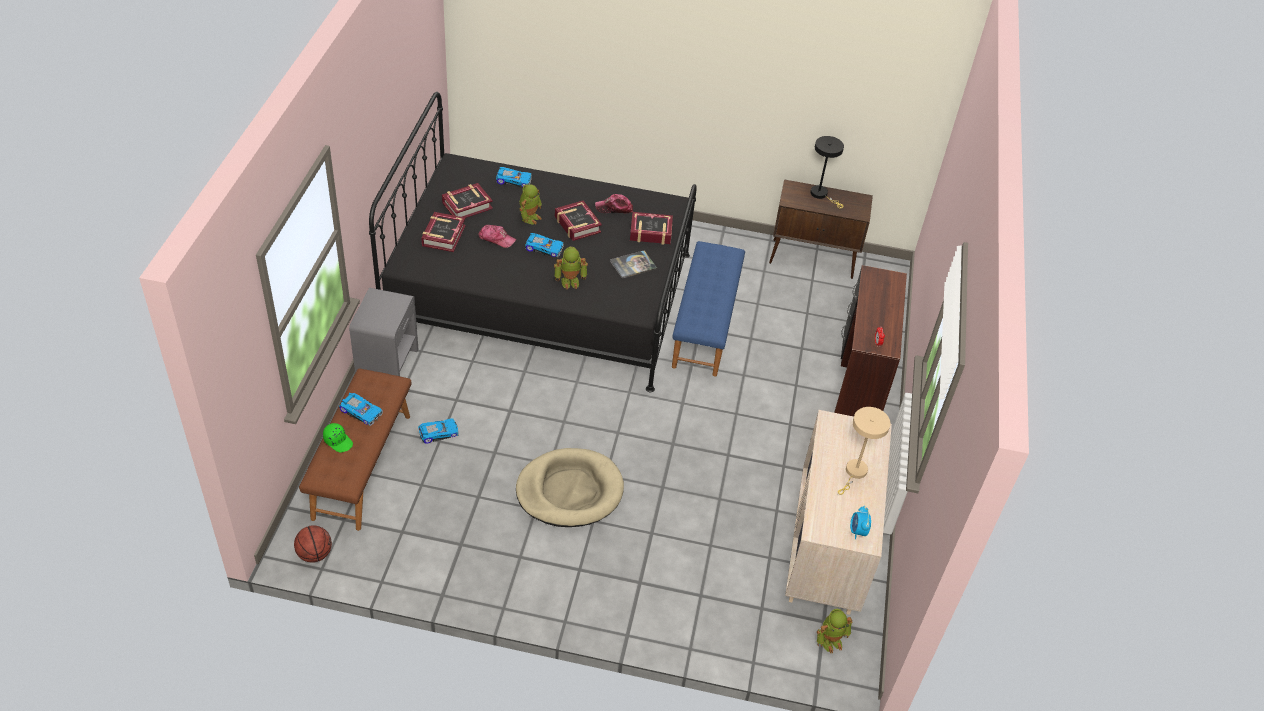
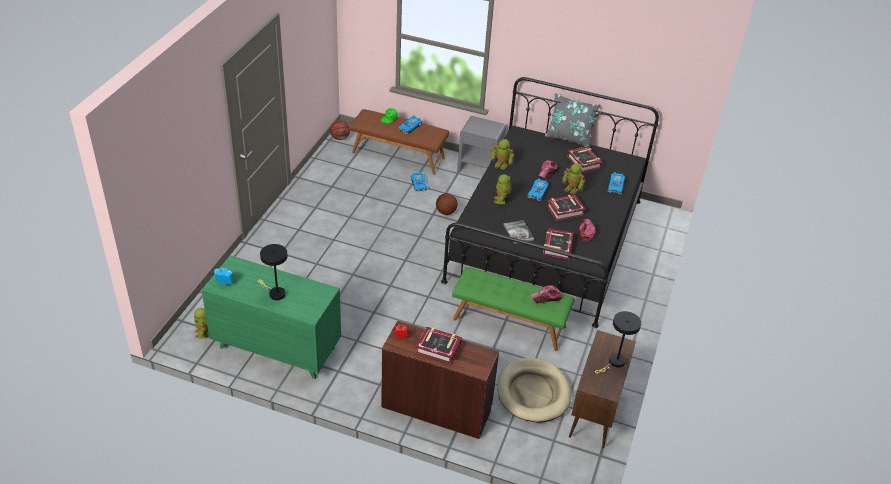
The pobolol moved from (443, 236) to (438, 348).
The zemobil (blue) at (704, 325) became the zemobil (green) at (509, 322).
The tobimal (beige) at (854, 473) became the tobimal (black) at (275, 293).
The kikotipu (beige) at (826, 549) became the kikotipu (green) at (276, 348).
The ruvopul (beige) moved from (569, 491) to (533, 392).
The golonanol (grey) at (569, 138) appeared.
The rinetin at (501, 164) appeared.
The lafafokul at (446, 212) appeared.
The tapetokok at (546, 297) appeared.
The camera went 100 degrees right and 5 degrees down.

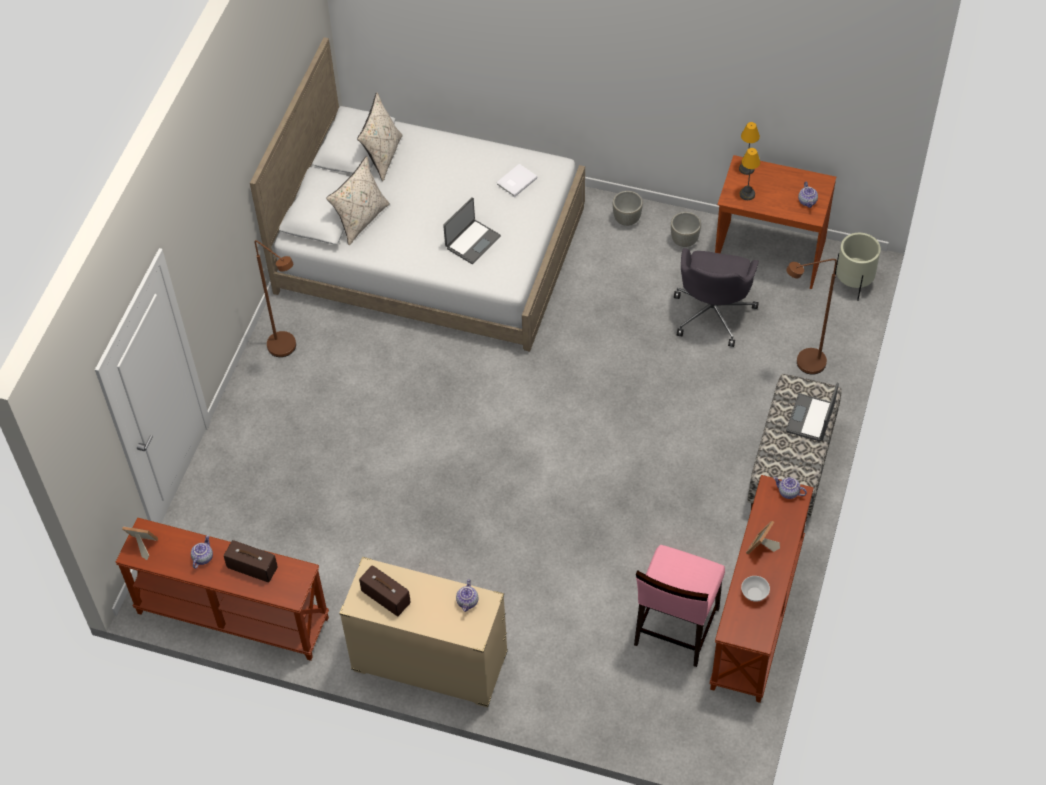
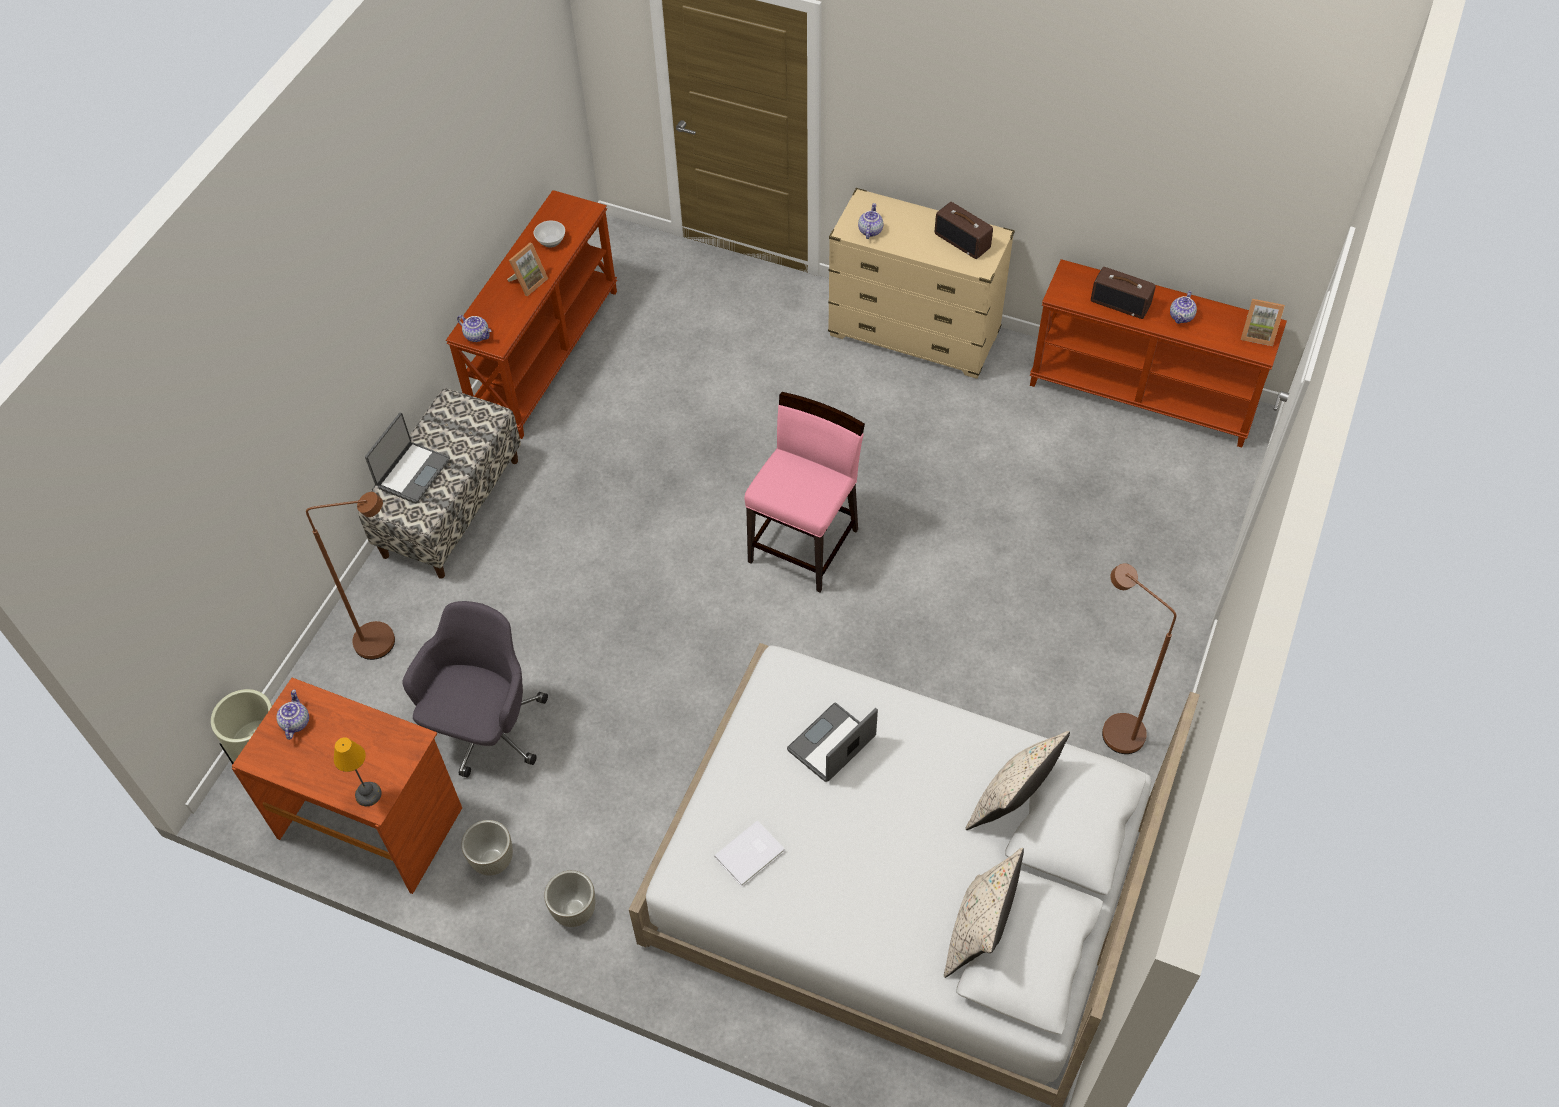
The tobimal at (747, 194) disappeared.
The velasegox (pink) moved from (675, 627) to (804, 545).
The camera went 175 degrees left and 0 degrees up.

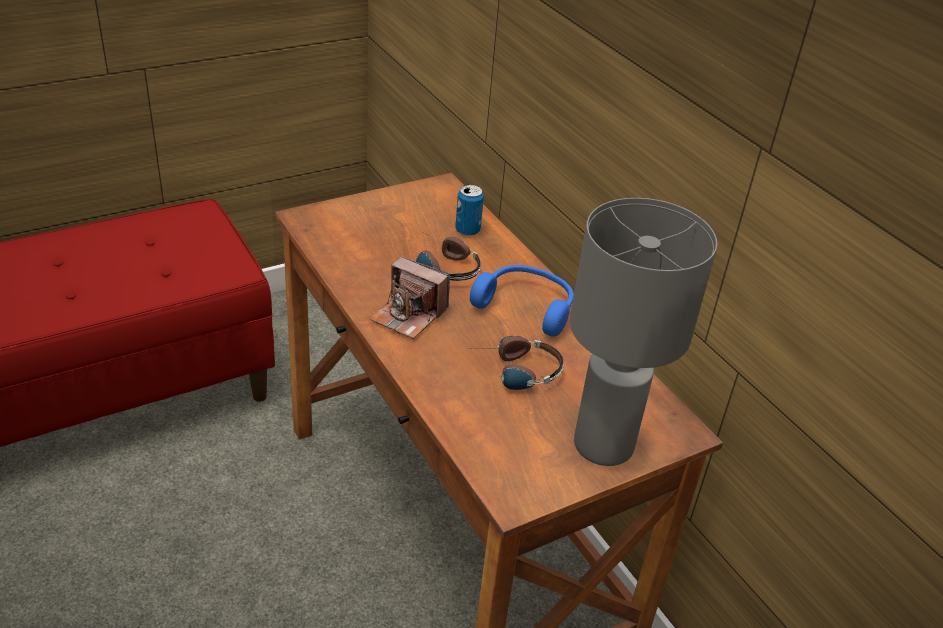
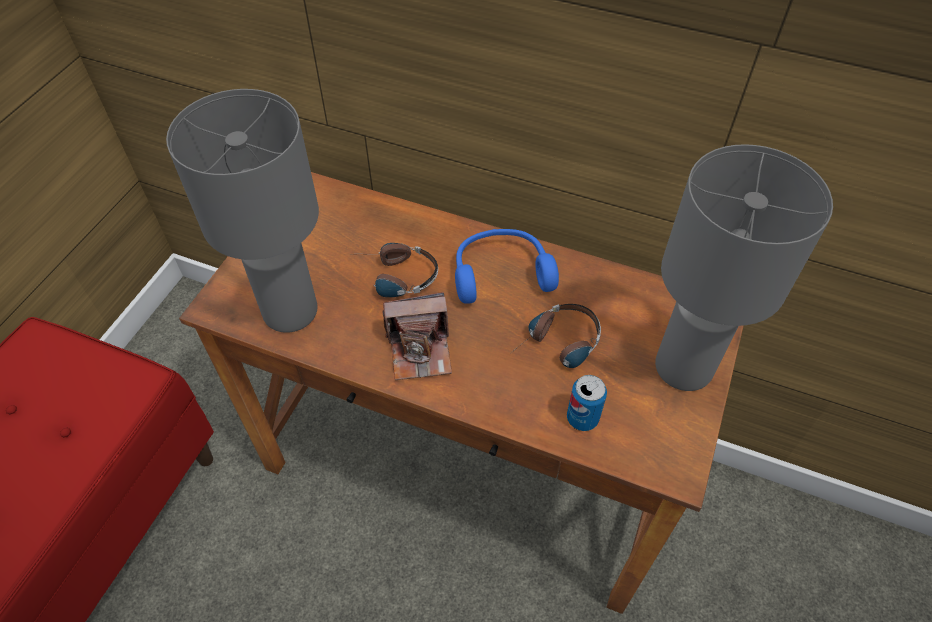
The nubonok moved from (467, 230) to (582, 418).
The tobimal (grey) at (292, 311) appeared.
The camera went 35 degrees left and 15 degrees up.

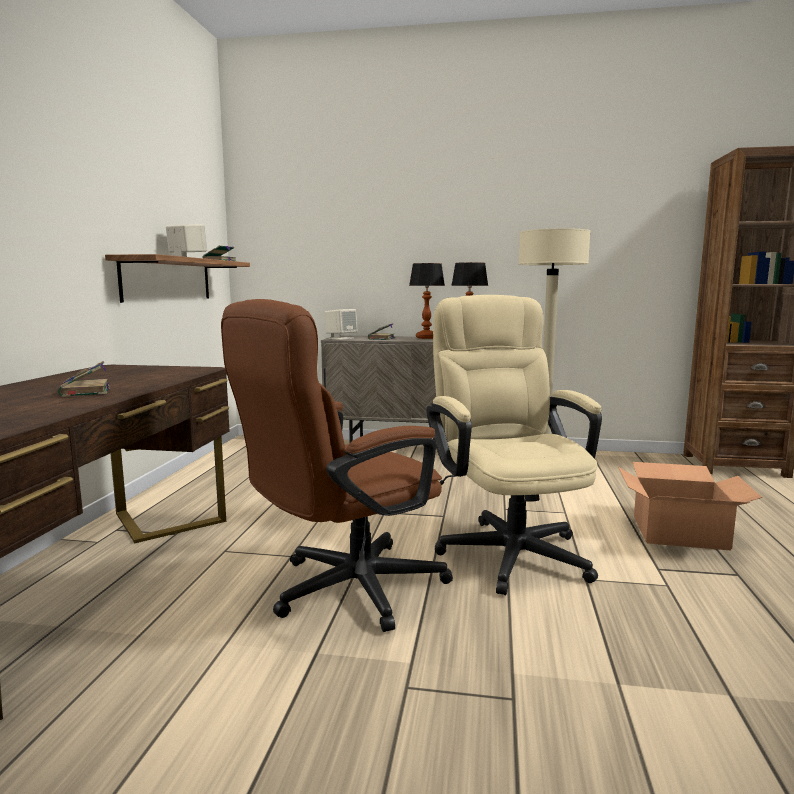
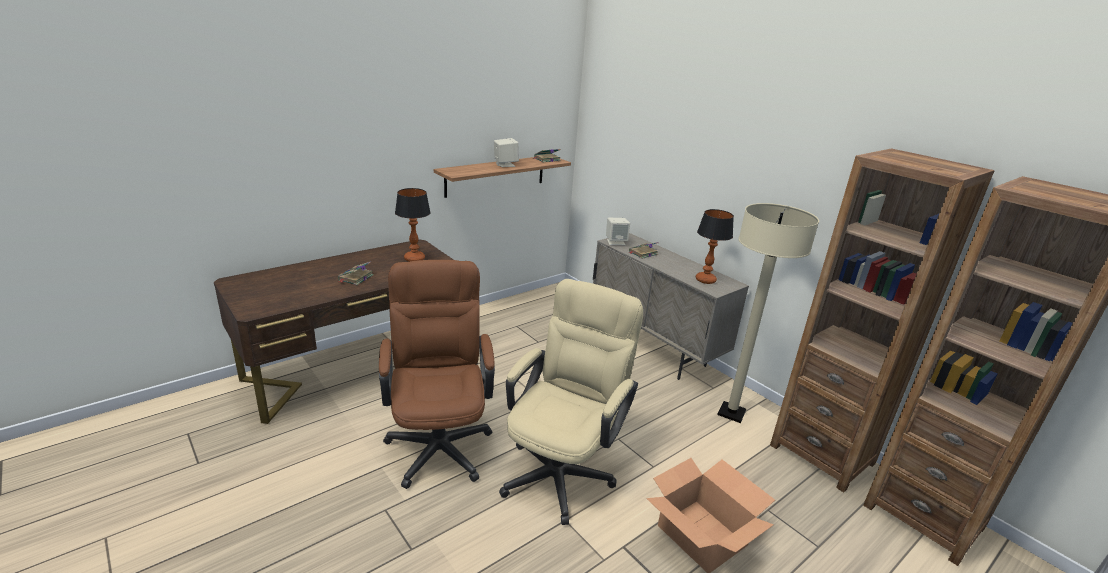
The tobimal moved from (426, 338) to (415, 259).
The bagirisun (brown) at (343, 591) turned 75 degrees clockwise.
The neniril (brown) at (822, 454) appeared.
The camera went 40 degrees right and 15 degrees up.

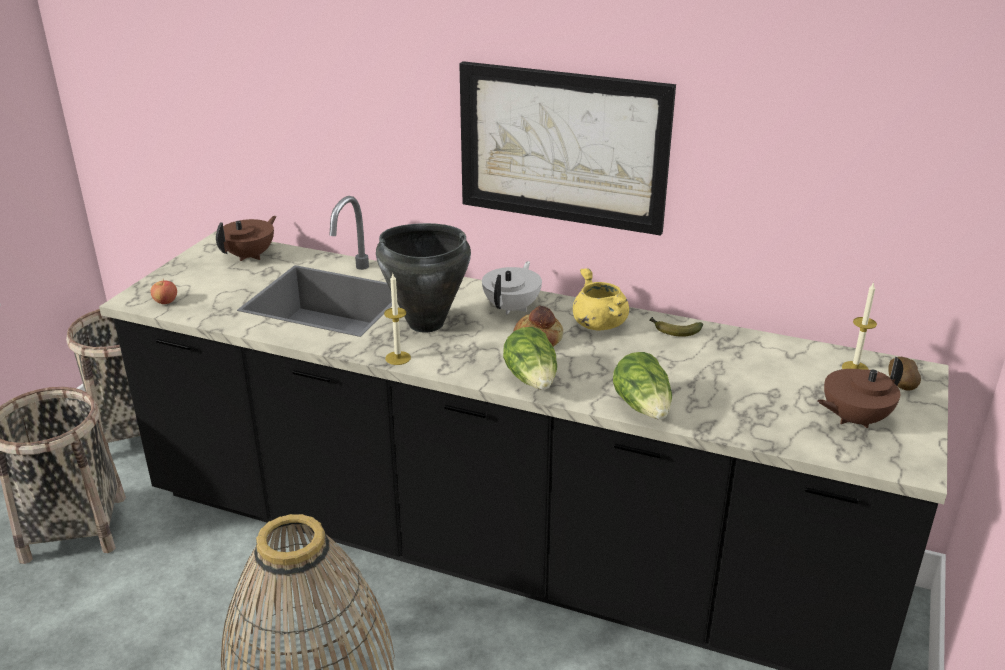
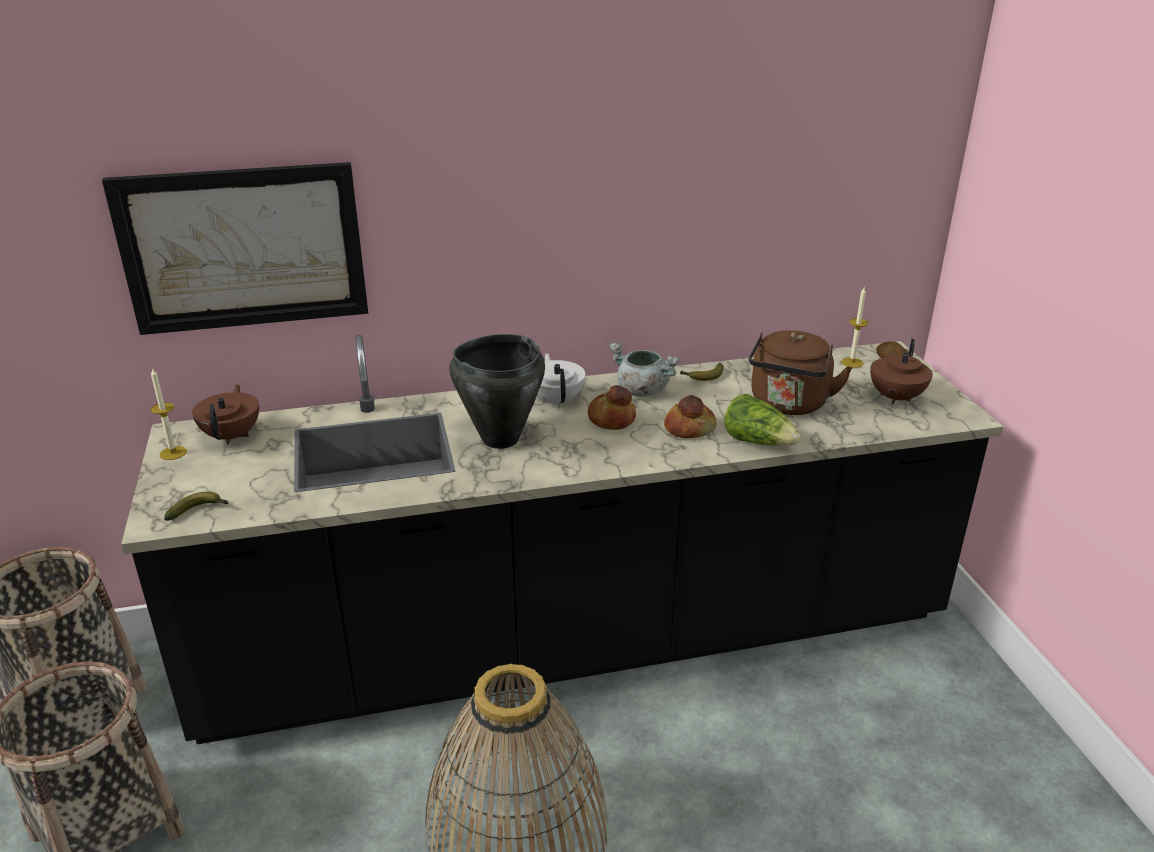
The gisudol moved from (563, 147) to (244, 248).
The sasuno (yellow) at (598, 324) became the sasuno (grey) at (641, 390).
The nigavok moved from (398, 358) to (173, 453).
The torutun at (165, 301) was replaced by the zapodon at (199, 511).
The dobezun at (532, 380) disappeared.
The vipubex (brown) at (788, 405) appeared.
The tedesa at (689, 428) appeared.
The camera went 35 degrees left and 0 degrees up.

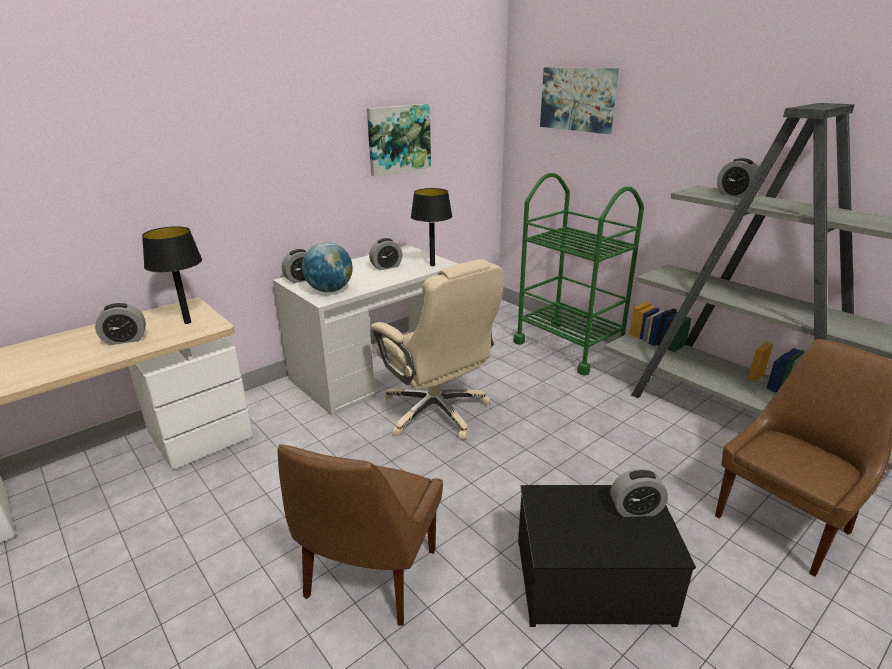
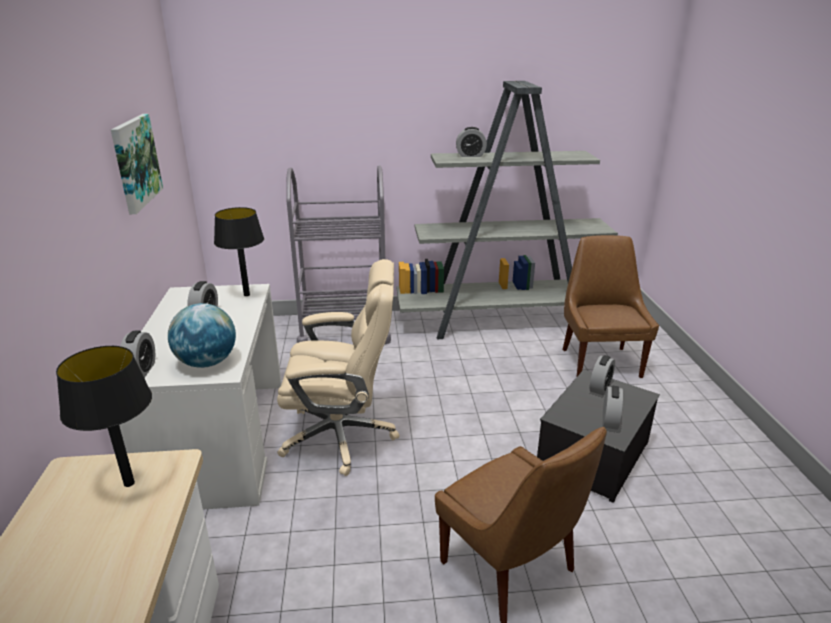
The gisudol at (578, 99) disappeared.
The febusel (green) at (568, 347) became the febusel (grey) at (344, 329).
The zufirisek moved from (125, 340) to (610, 420).
The camera went 55 degrees left and 0 degrees up.

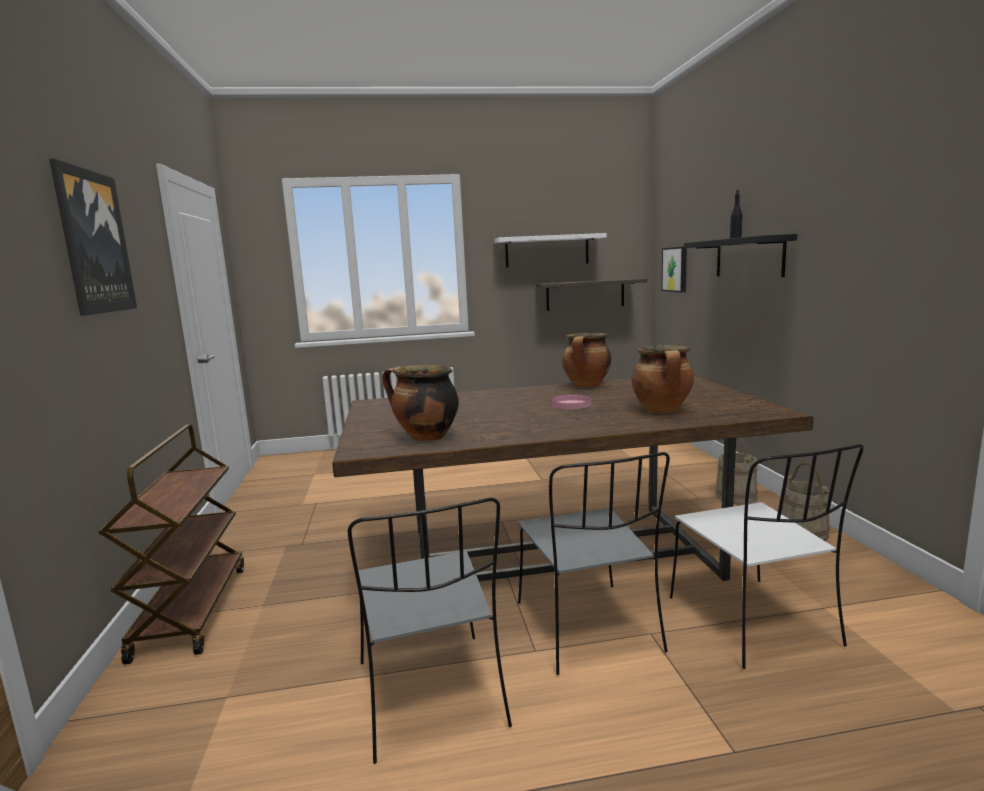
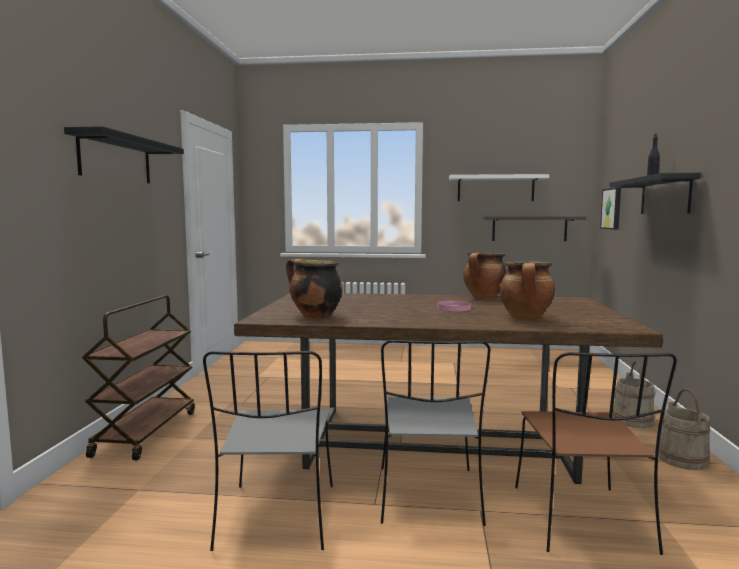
The gisudol at (93, 242) was replaced by the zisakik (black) at (116, 159).
The velasegox (white) at (754, 623) became the velasegox (brown) at (583, 520).
The camera went 15 degrees right and 5 degrees down.

